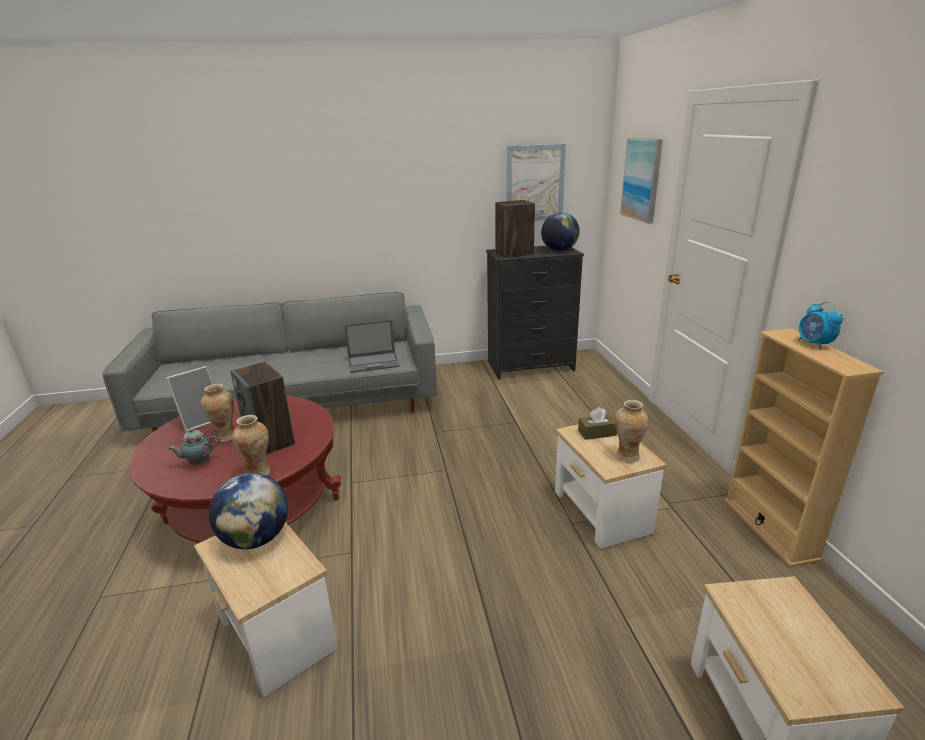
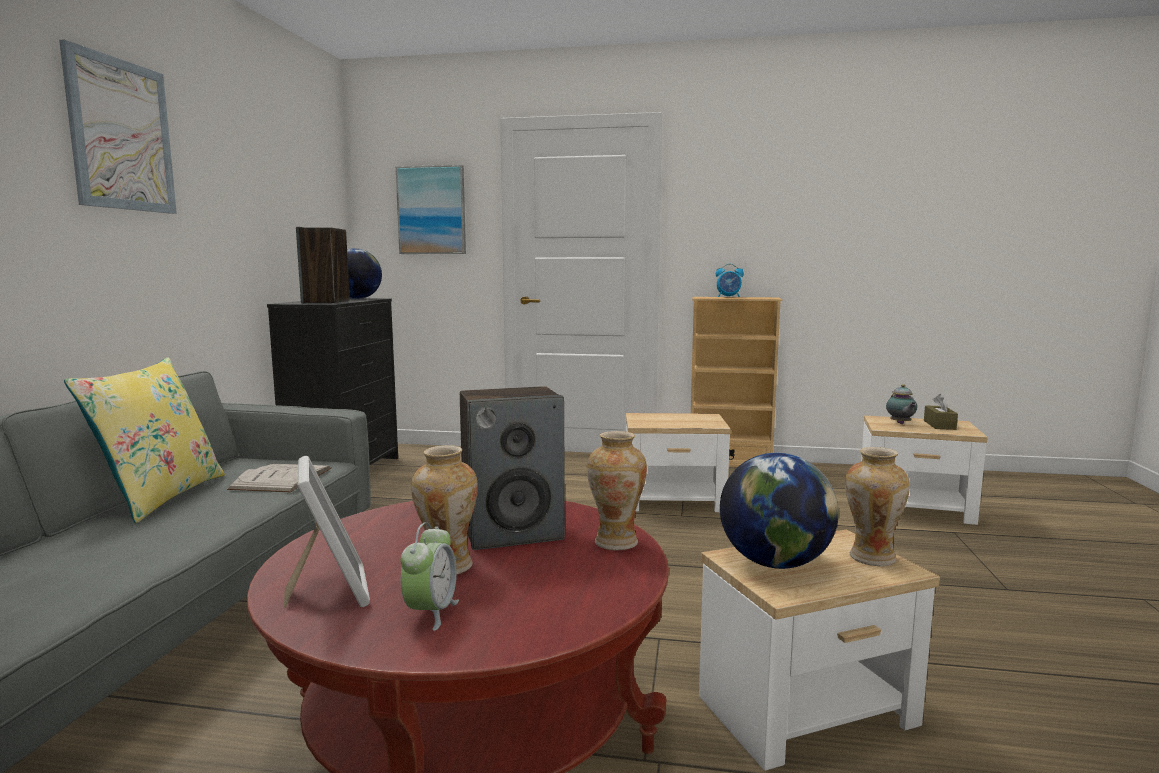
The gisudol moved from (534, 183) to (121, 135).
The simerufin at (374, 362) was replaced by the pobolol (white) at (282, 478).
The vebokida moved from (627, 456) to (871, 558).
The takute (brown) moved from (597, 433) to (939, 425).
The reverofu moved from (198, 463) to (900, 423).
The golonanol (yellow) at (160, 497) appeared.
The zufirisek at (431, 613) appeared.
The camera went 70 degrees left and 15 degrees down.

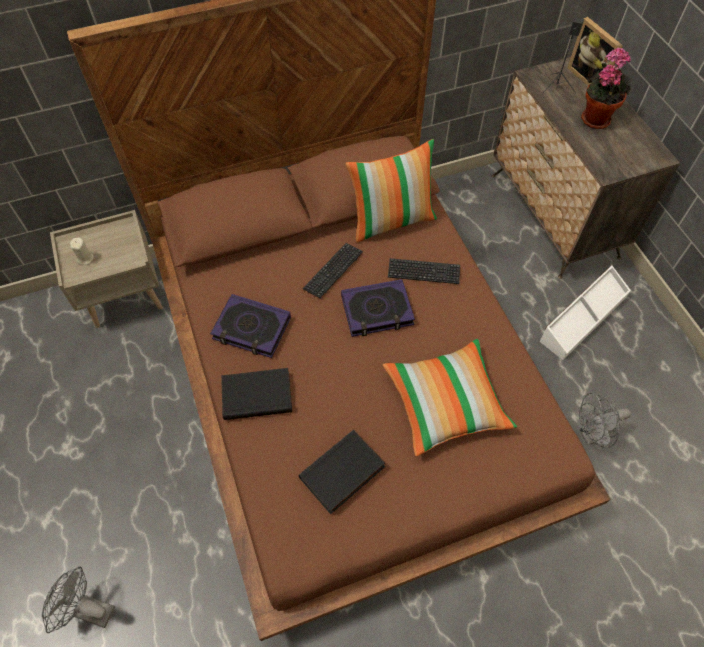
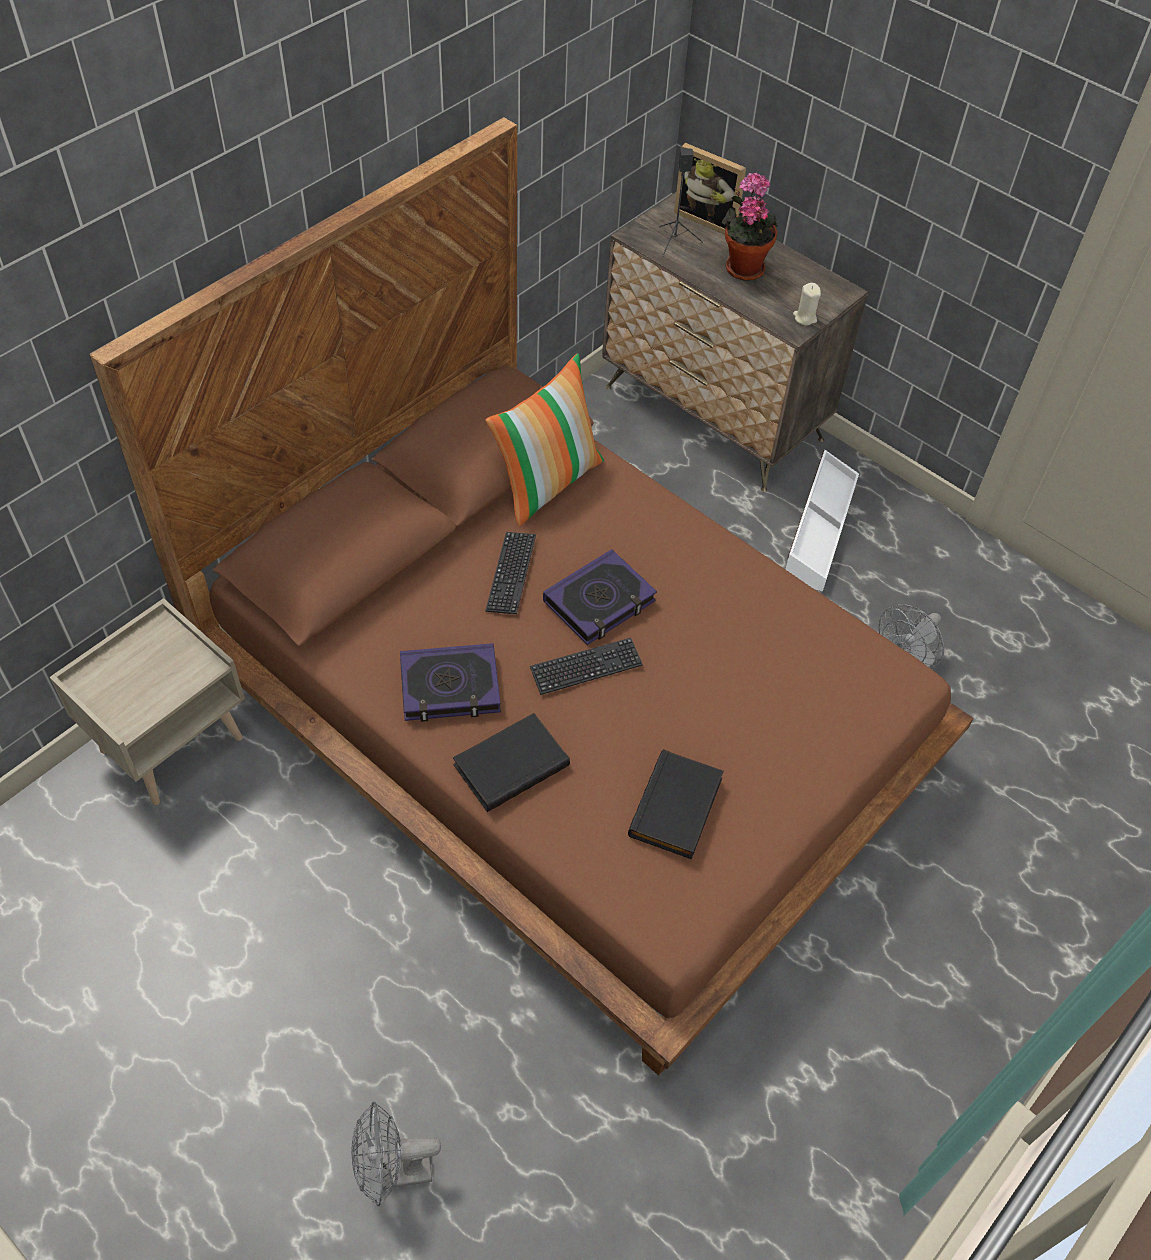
The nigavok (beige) moved from (85, 258) to (804, 318).
The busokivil moved from (423, 272) to (586, 667).
The golonanol at (446, 402) disappeared.
The camera went 30 degrees left and 5 degrees down.

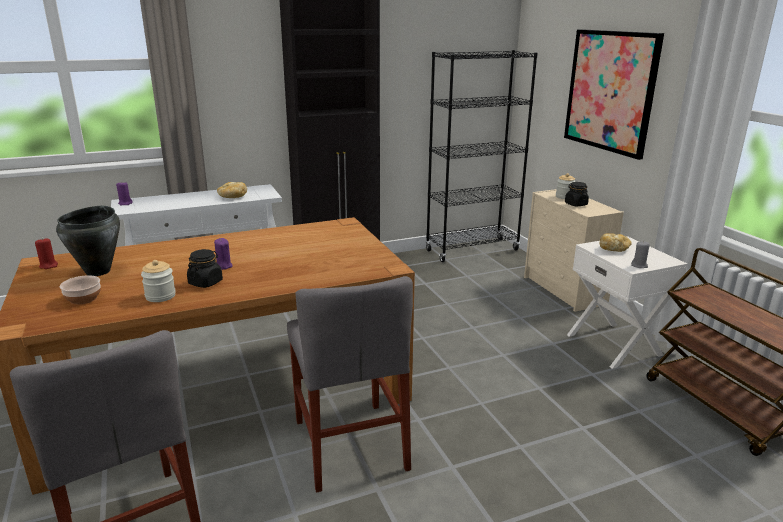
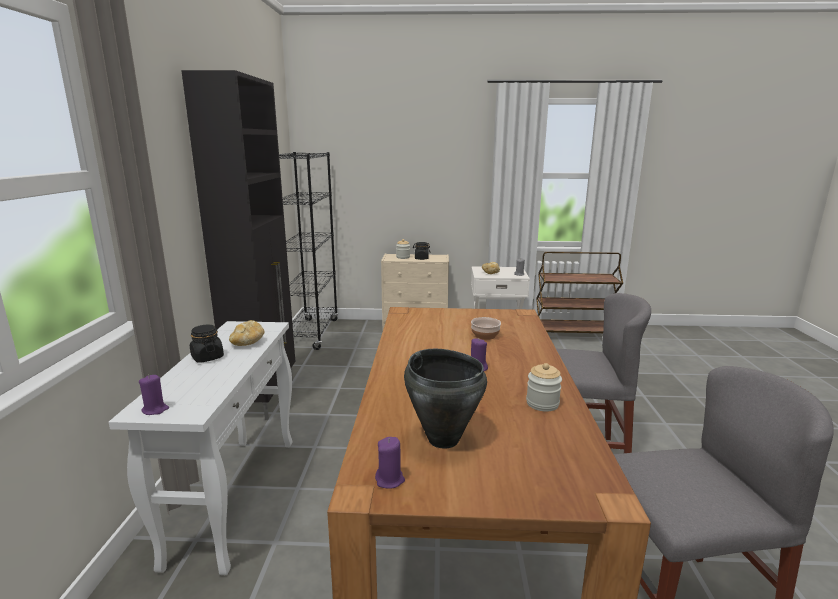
The gisudol at (610, 91) disappeared.
The nigavok (red) at (48, 265) became the nigavok (purple) at (390, 480).
The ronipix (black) moved from (205, 282) to (207, 357).
The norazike moved from (84, 298) to (484, 335).
The camera went 65 degrees left and 5 degrees down.

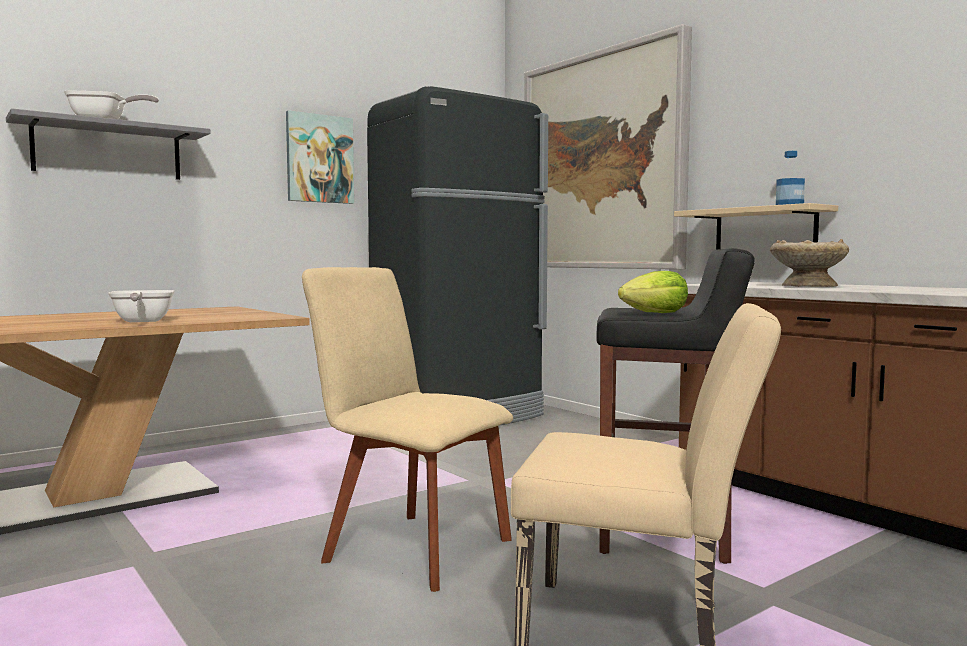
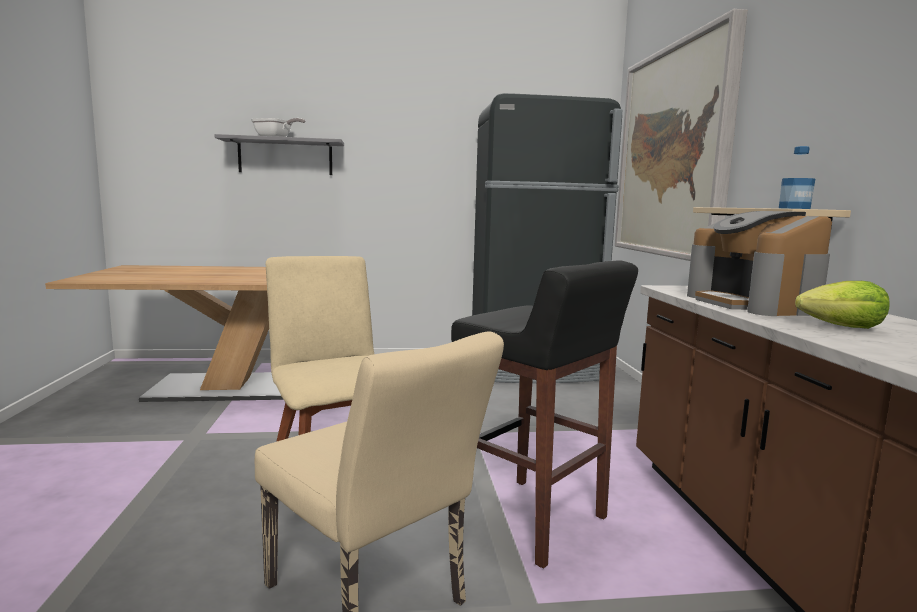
The gisudol at (319, 159) disappeared.
The norazike (beige) at (807, 286) was replaced by the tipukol at (753, 304).
The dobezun moved from (655, 313) to (842, 327).
The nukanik at (142, 321) disappeared.
The camera went 30 degrees right and 5 degrees up.

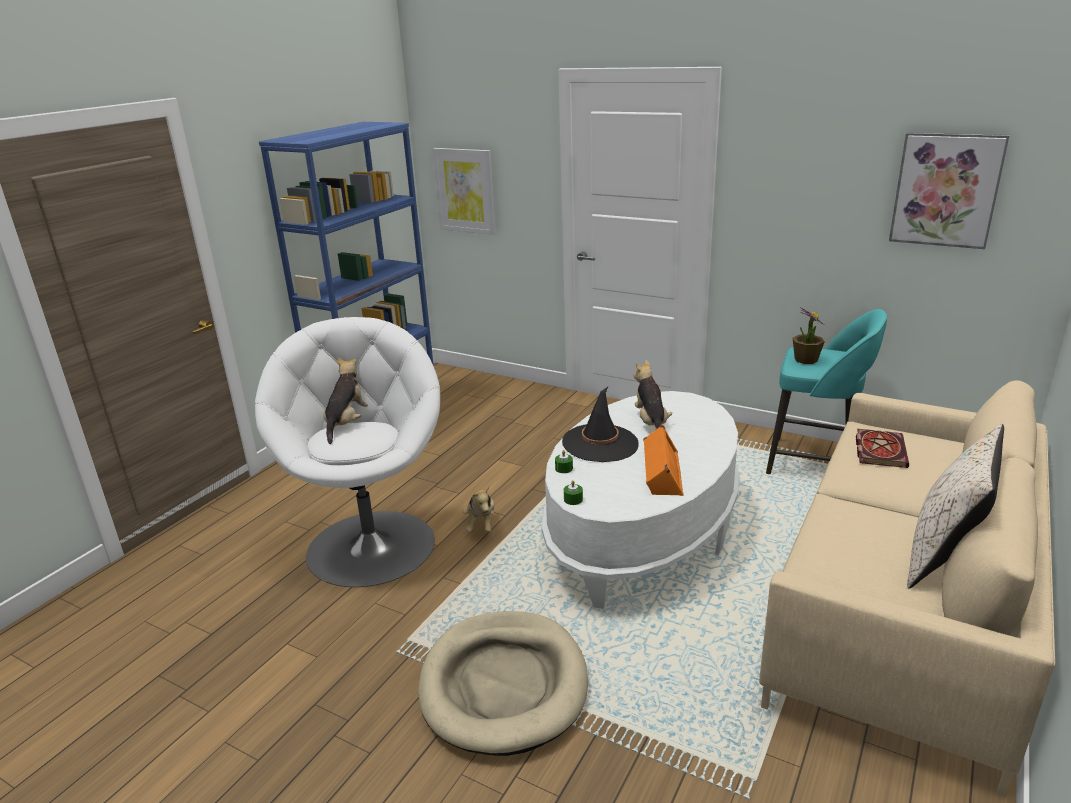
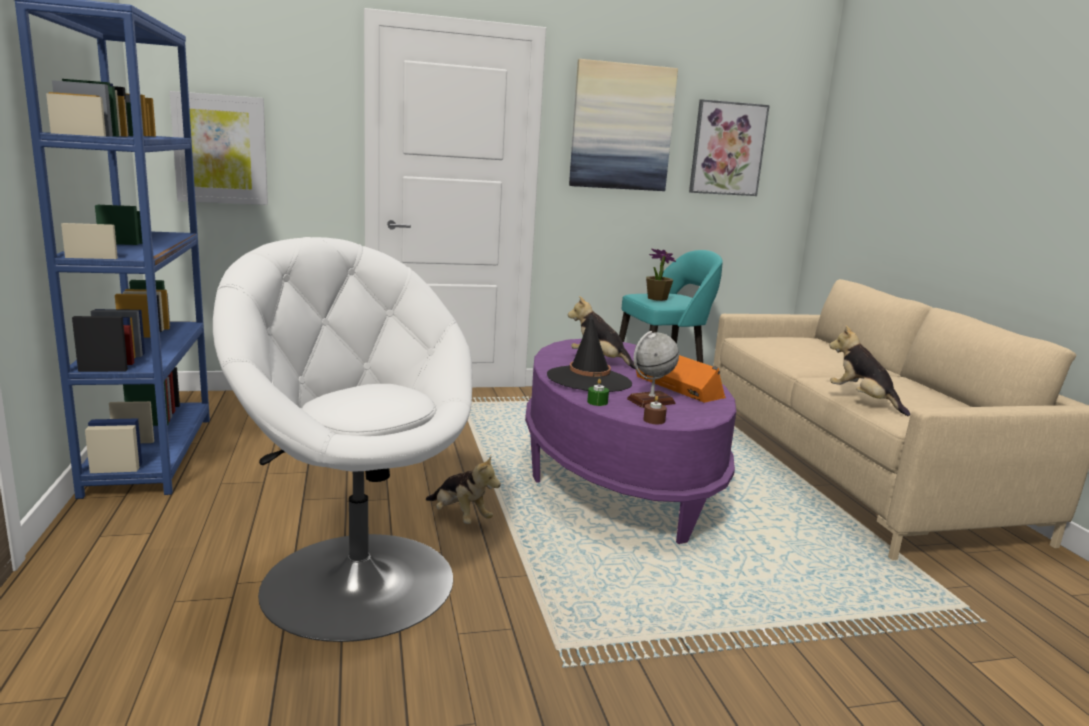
The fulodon moved from (347, 423) to (863, 400).
The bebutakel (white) at (642, 531) became the bebutakel (purple) at (618, 477).
The golonanol (beige) at (944, 556) disappeared.
The pobolol at (879, 450) disappeared.
The nigavok (green) at (573, 499) became the nigavok (brown) at (654, 420).
The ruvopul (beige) at (504, 685) disappeared.
The gisudol at (621, 127) appeared.
The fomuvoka at (651, 401) appeared.
The camera went 45 degrees left and 10 degrees down.

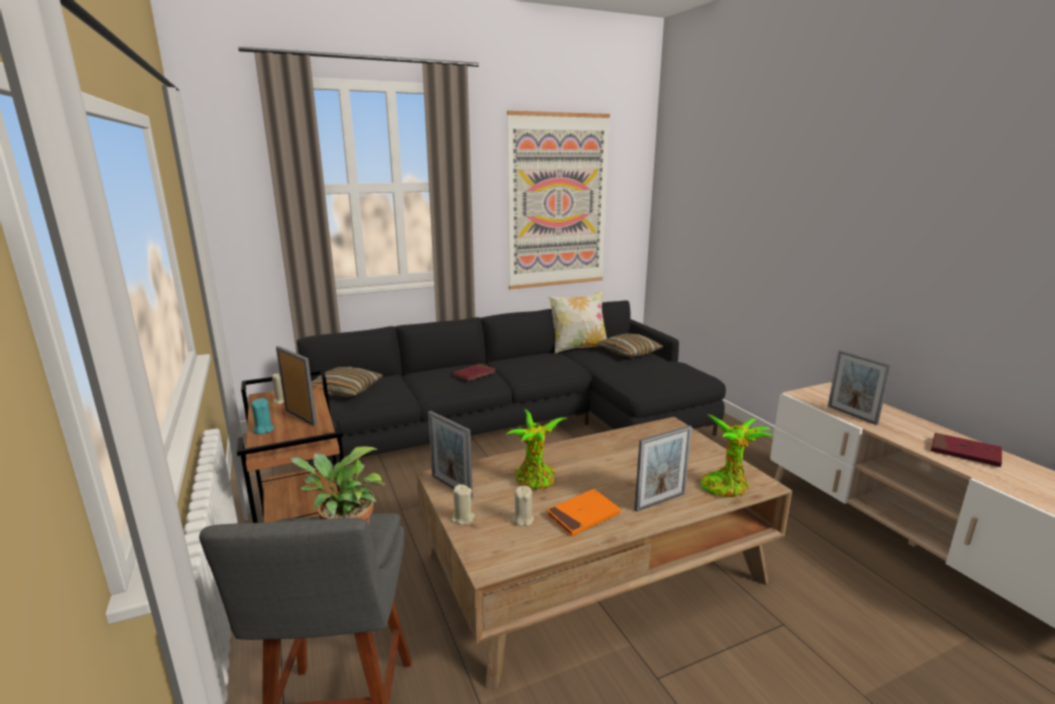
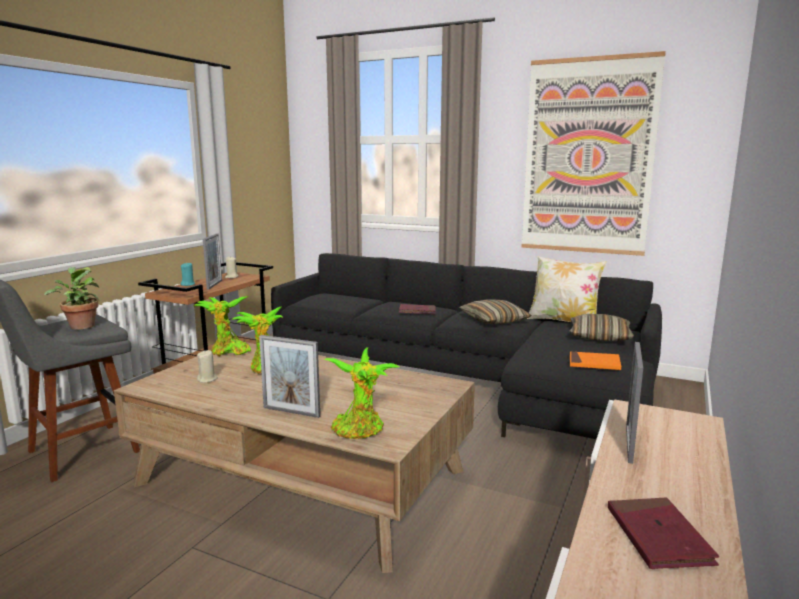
The golonanol moved from (345, 391) to (493, 320).
The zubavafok at (451, 486) was replaced by the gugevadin at (228, 352).
The nigavok (beige) at (462, 518) disappeared.
The pobolol (orange) moved from (583, 515) to (594, 363).
The camera went 50 degrees right and 5 degrees down.

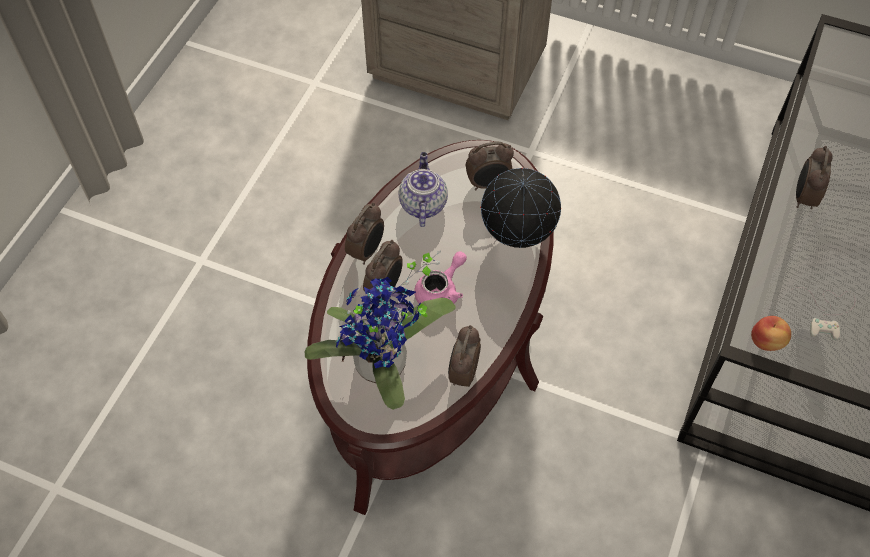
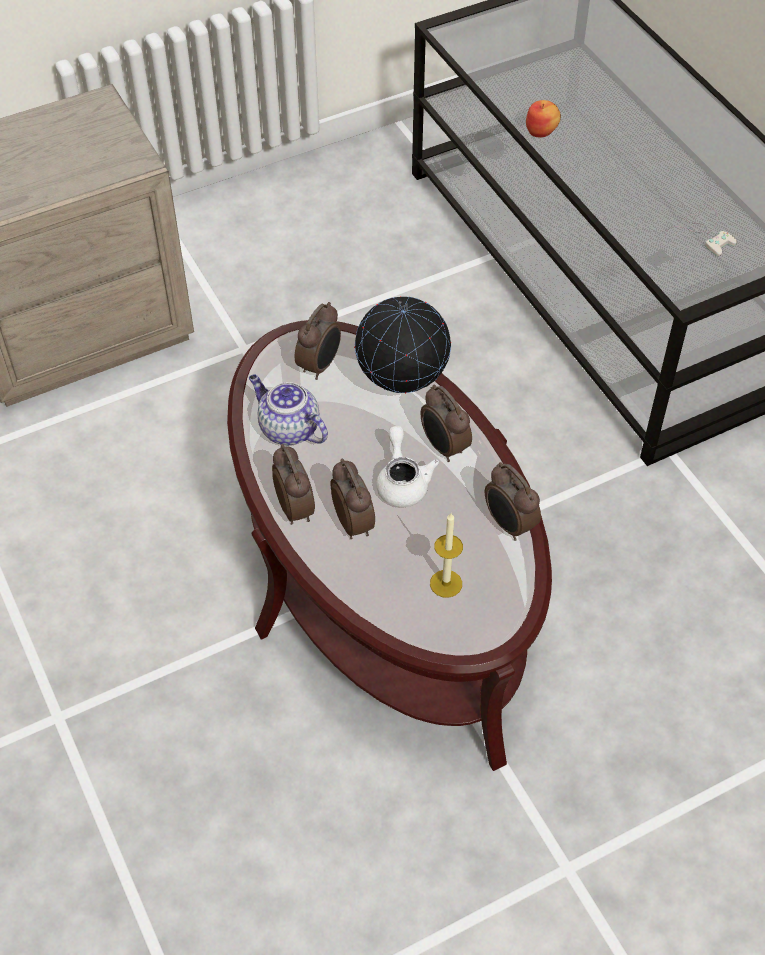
The zufirisek moved from (803, 198) to (443, 447).
The gugevadin at (385, 369) was replaced by the nigavok at (446, 583).
The reverofu (pink) at (441, 291) became the reverofu (white) at (402, 481).
The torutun moved from (766, 342) to (541, 131).
The camera went 50 degrees left and 5 degrees down.

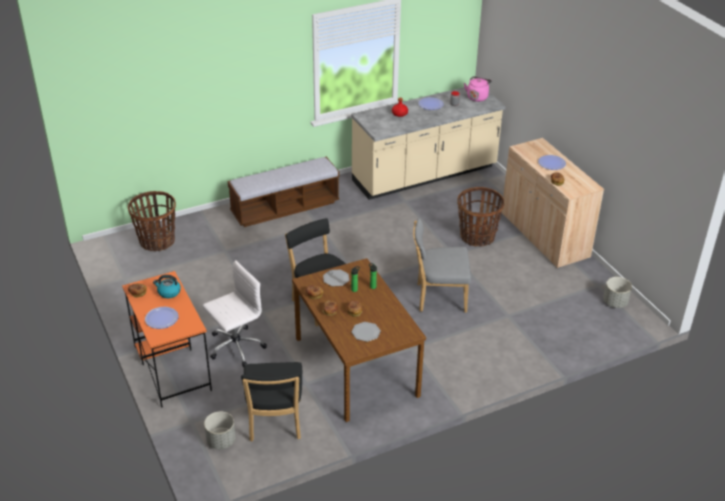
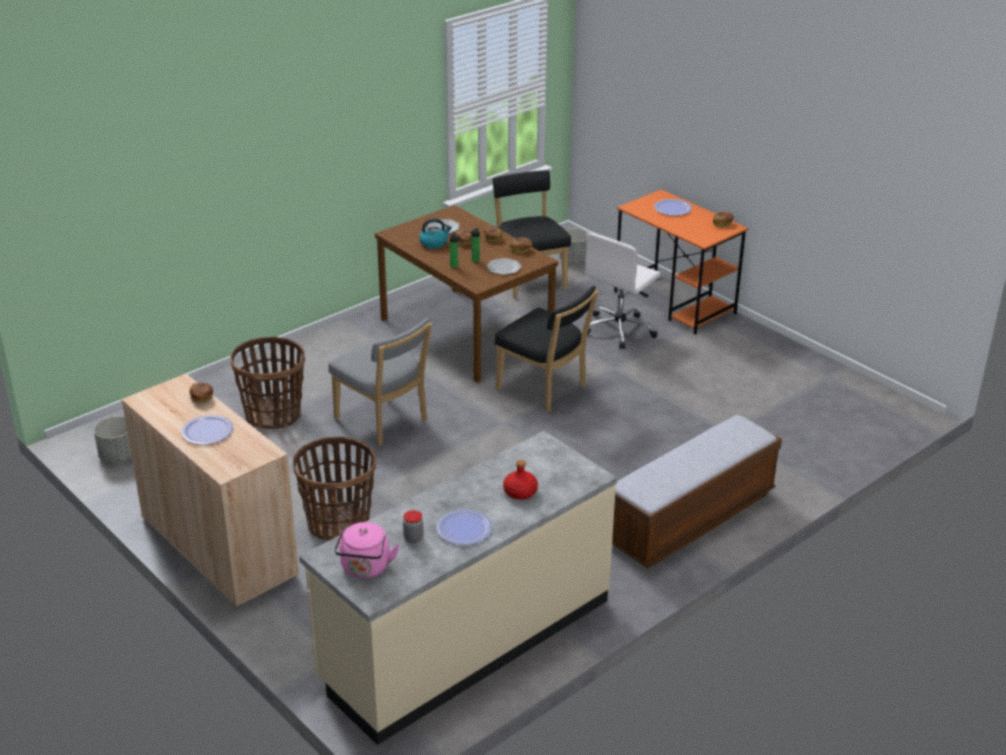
The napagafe moved from (157, 241) to (273, 415).
The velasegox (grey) at (438, 297) turned 60 degrees clockwise.
The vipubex moved from (168, 292) to (434, 243).
The camera went 165 degrees right and 5 degrees down.

